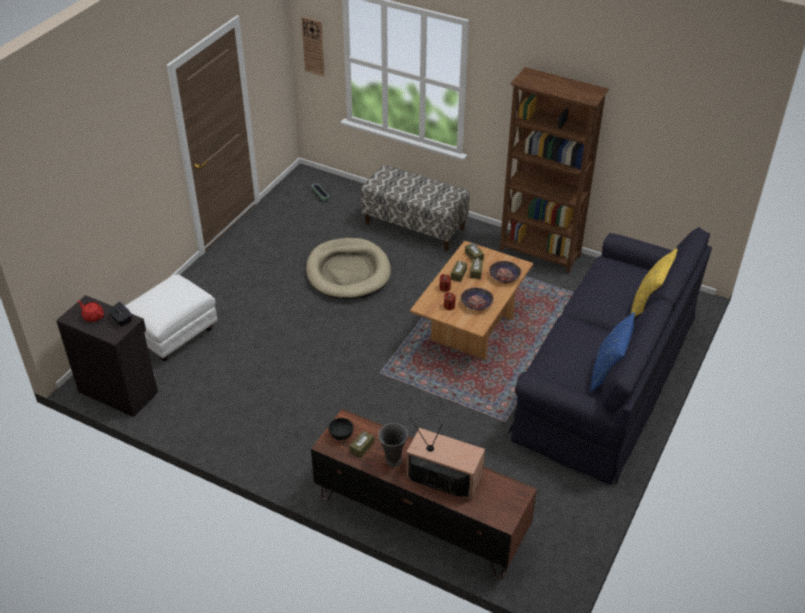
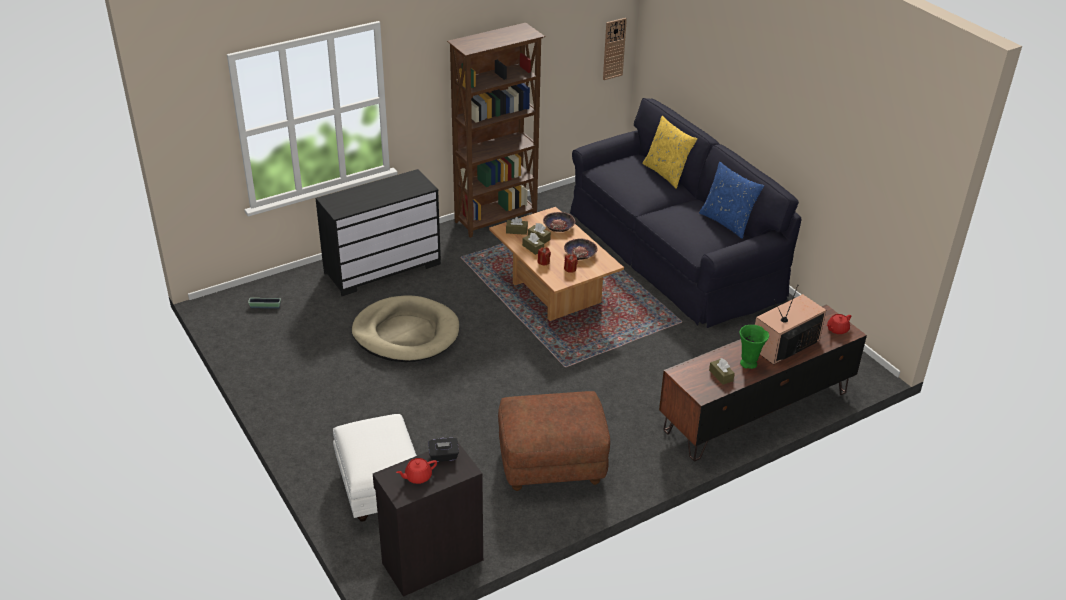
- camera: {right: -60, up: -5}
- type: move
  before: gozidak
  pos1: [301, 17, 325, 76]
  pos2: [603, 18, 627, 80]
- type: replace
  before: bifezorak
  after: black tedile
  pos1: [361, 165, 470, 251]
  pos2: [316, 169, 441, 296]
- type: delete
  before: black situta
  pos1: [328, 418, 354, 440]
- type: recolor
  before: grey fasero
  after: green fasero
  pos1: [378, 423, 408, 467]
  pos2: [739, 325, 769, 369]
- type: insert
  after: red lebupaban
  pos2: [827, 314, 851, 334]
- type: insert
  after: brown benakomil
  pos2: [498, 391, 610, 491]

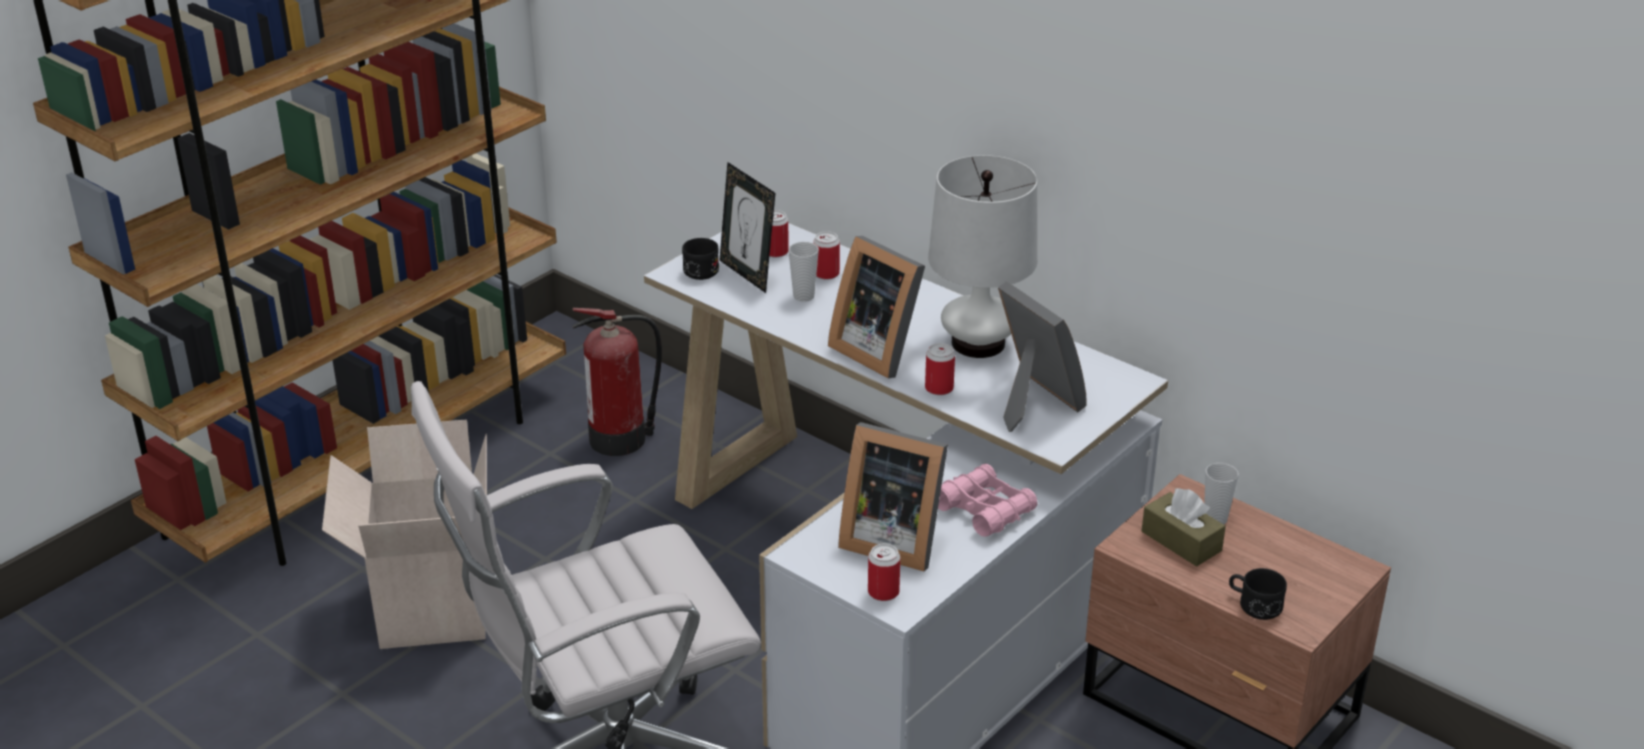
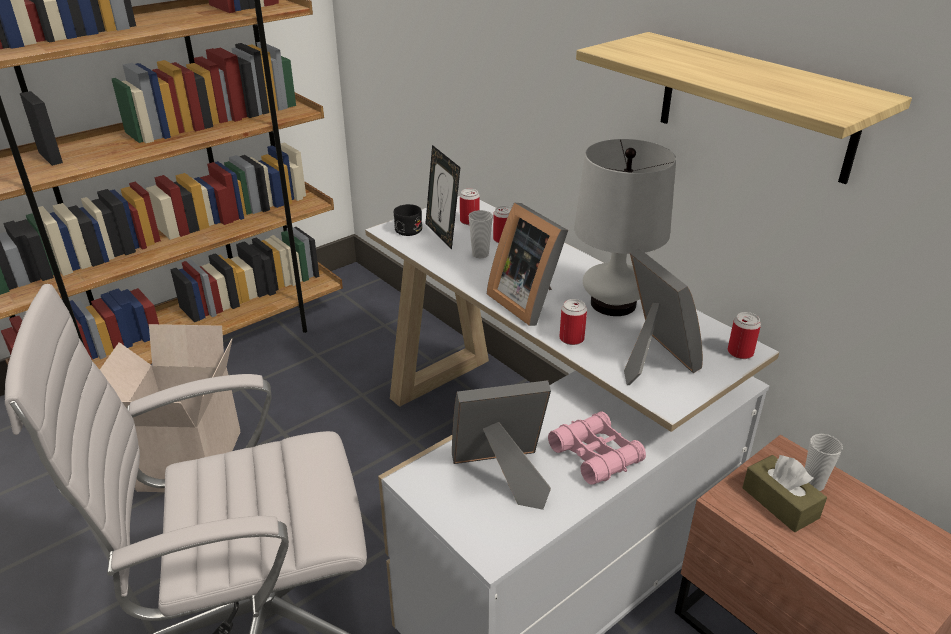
- camera: {right: 10, up: 0}
- type: delete
  before: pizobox
  pos1: [572, 308, 662, 456]
- type: rotate
  before: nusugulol
  pos1: [838, 422, 948, 571]
  pos2: [452, 380, 551, 510]
  turn: 135
- type: move
  before: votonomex
  pos1: [868, 544, 900, 601]
  pos2: [727, 312, 761, 359]
- type: delete
  before: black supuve
  pos1: [1229, 568, 1287, 620]
- type: insert
  after: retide
  pos2: [576, 32, 912, 184]

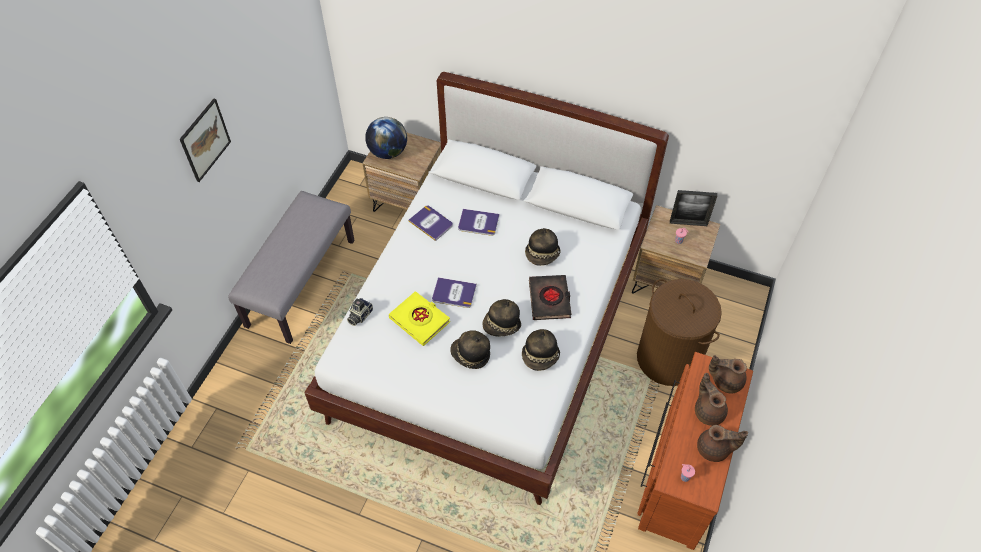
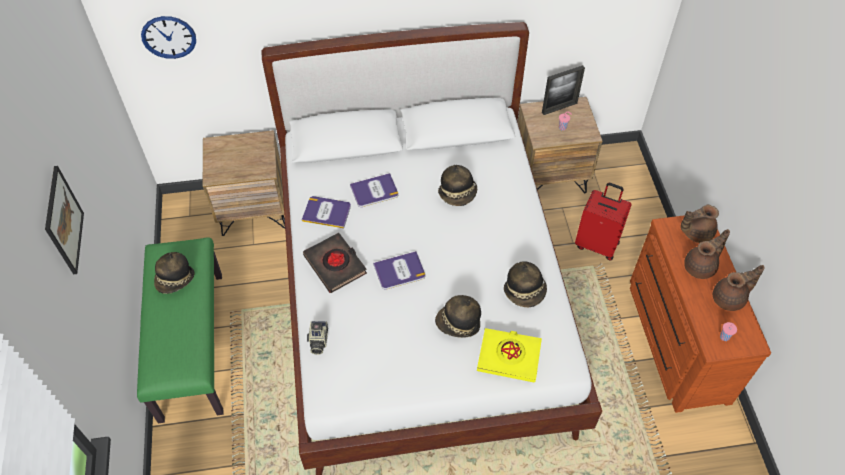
- camera: {right: -30, up: 0}
- type: delete
  before: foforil
  pos1: [365, 117, 407, 159]
- type: recolor
  before: grey bifezorak
  after: green bifezorak
  pos1: [228, 191, 354, 344]
  pos2: [137, 237, 223, 423]
- type: move
  before: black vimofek
  pos1: [529, 275, 572, 320]
  pos2: [303, 233, 367, 293]
- type: replace
  before: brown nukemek
  after: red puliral
  pos1: [637, 279, 722, 386]
  pos2: [575, 183, 631, 261]
- type: move
  before: yellow vimofek
  pos1: [389, 291, 450, 346]
  pos2: [477, 328, 542, 383]
- type: move
  before: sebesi
  pos1: [483, 299, 521, 337]
  pos2: [154, 252, 195, 294]
- type: rotate
  before: brown lebupaban
  pos1: [695, 373, 728, 426]
  pos2: [684, 229, 730, 279]
  turn: 105
- type: insert
  after: gozidak
  pos2: [141, 16, 196, 59]

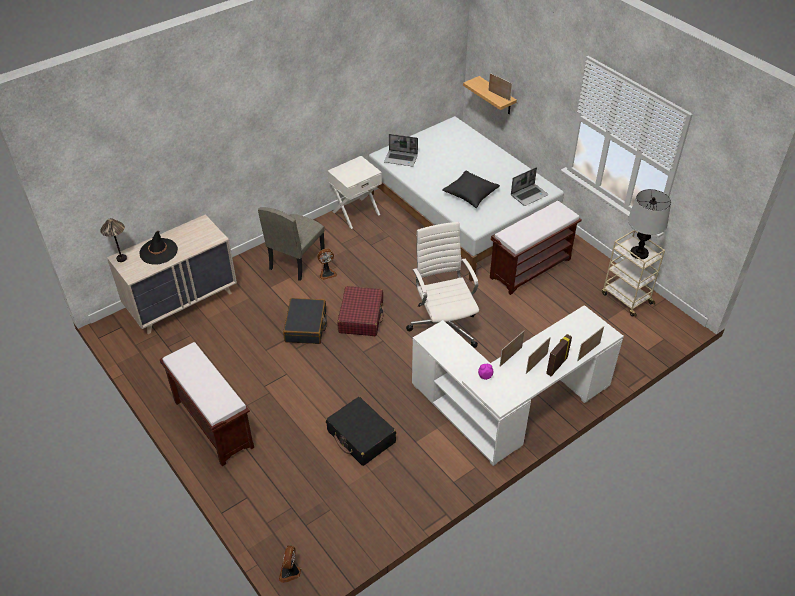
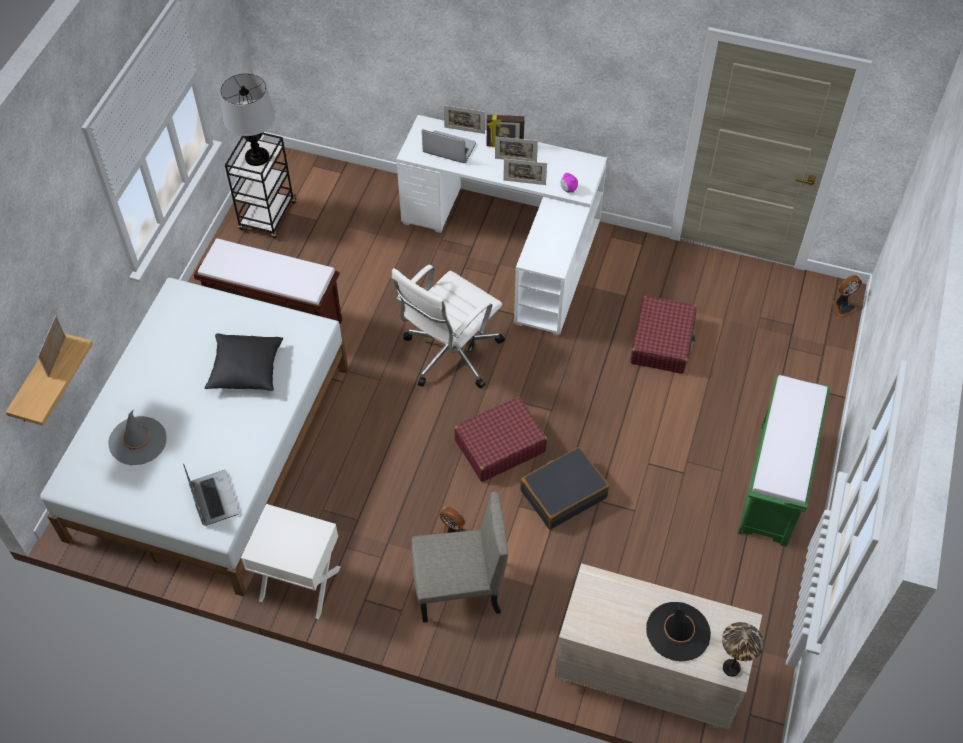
- camera: {right: -125, up: 10}
- type: move
  before: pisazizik
  pos1: [511, 167, 548, 206]
  pos2: [422, 129, 476, 163]
- type: recolor
  before: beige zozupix
  after: black zozupix
  pos1: [602, 230, 665, 317]
  pos2: [225, 132, 297, 239]
- type: recolor
  before: brown bifezorak
  after: green bifezorak
  pos1: [160, 342, 254, 466]
  pos2: [738, 375, 830, 547]
- type: recolor
  before: black puliral
  after: red puliral
  pos1: [326, 397, 396, 466]
  pos2: [630, 296, 697, 374]
- type: insert
  after: grey sebesi
  pos2: [108, 409, 167, 465]

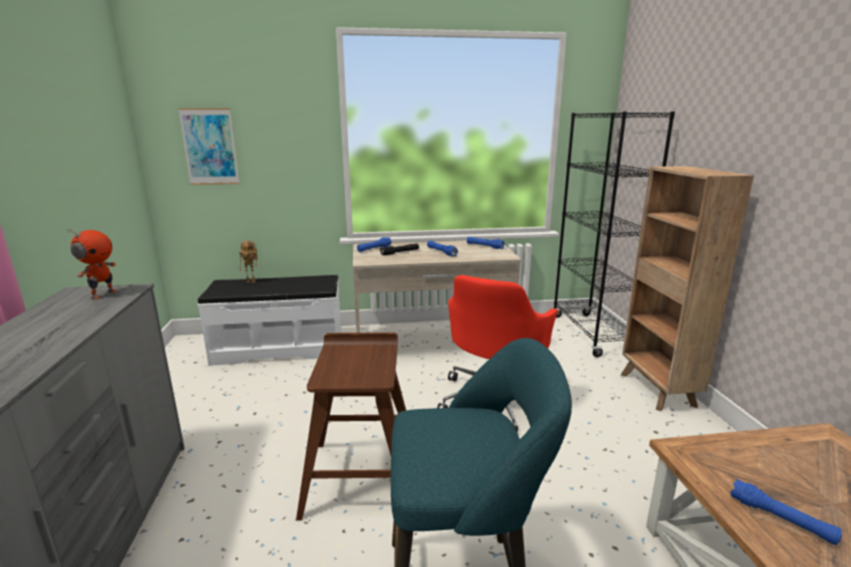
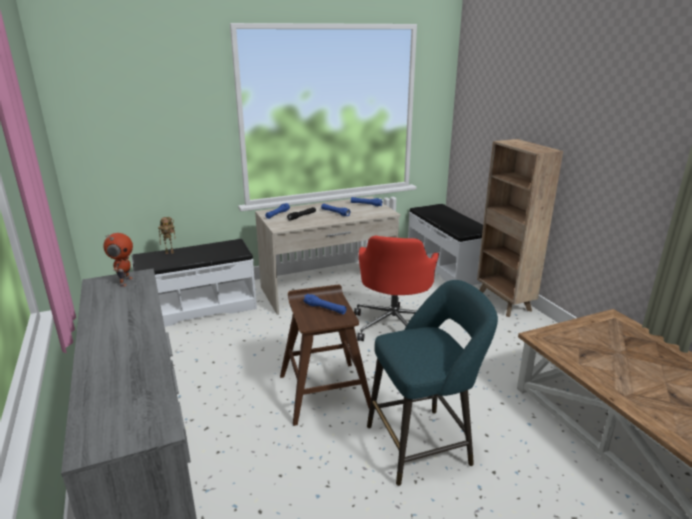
- camera: {right: -15, up: 5}
- type: delete
  before: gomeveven
  pos1: [178, 108, 240, 185]
- type: replace
  before: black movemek
  after: white bifezorak
  pos1: [553, 111, 675, 357]
  pos2: [408, 204, 483, 285]
- type: move
  before: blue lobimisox
  pos1: [730, 479, 842, 546]
  pos2: [303, 294, 347, 314]

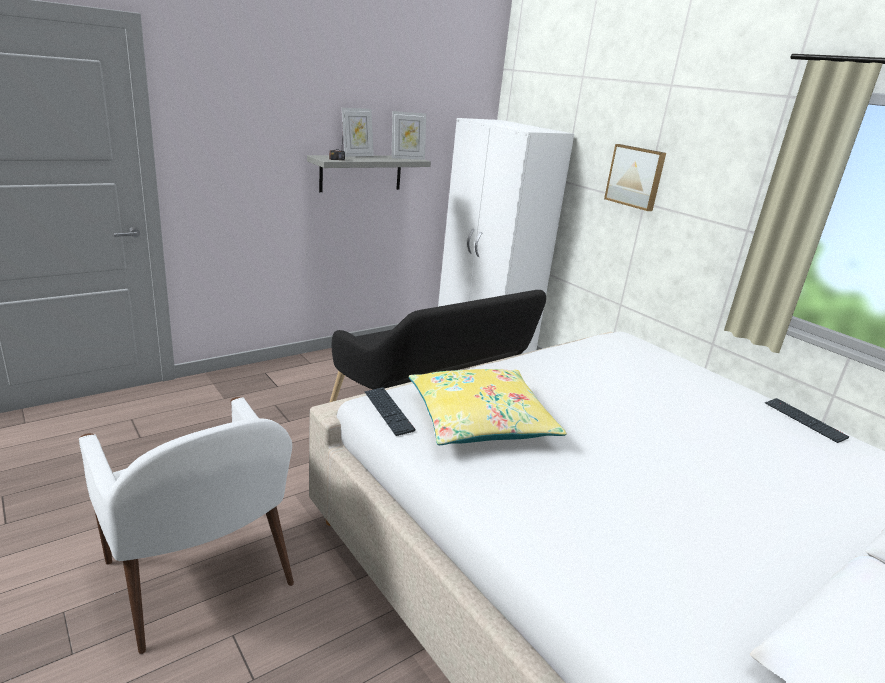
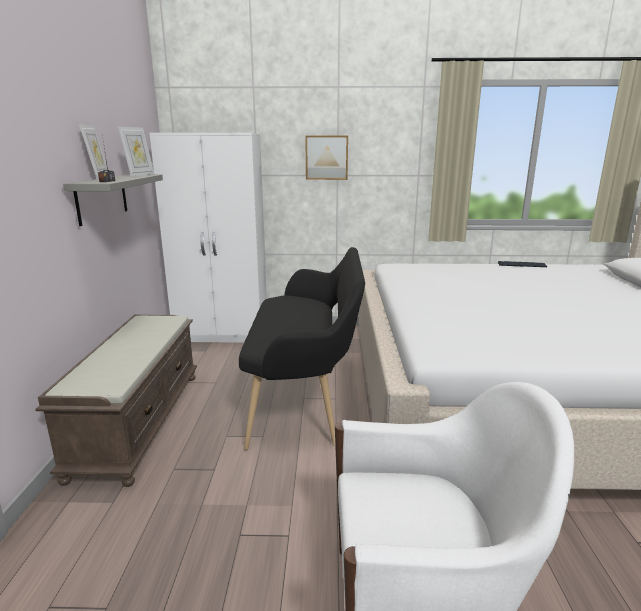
- camera: {right: -50, up: -5}
- type: delete
  before: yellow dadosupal
  pos1: [409, 369, 567, 445]
- type: delete
  before: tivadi
  pos1: [364, 387, 415, 436]
- type: insert
  after: brown bifezorak
  pos2: [35, 314, 197, 487]

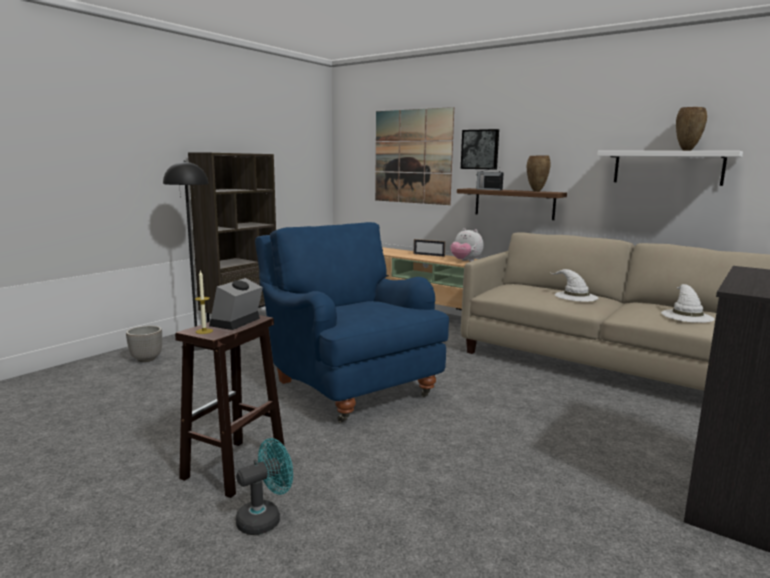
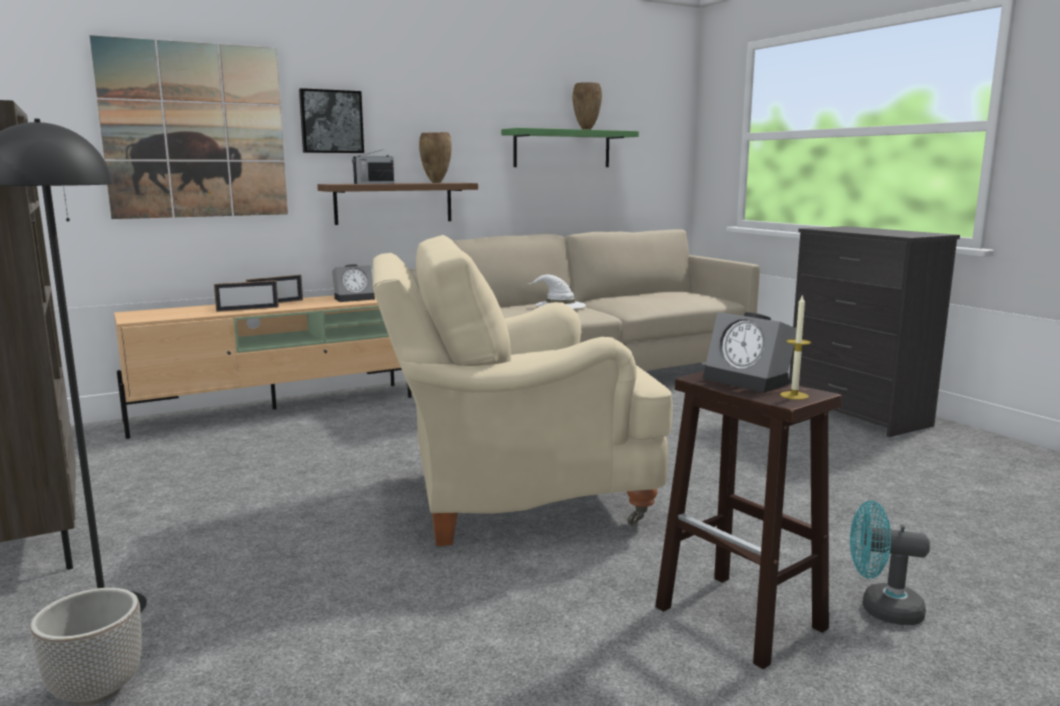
- camera: {right: -65, up: 0}
- type: recolor
  before: white retide
  after: green retide
  pos1: [597, 151, 743, 186]
  pos2: [501, 128, 639, 167]
- type: recolor
  before: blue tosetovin
  after: beige tosetovin
  pos1: [255, 222, 449, 423]
  pos2: [373, 235, 673, 546]
- type: replace
  before: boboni
  after: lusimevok
  pos1: [450, 228, 484, 262]
  pos2: [332, 264, 375, 302]
- type: delete
  before: white sebesi
  pos1: [661, 284, 715, 323]
- type: rotate
  before: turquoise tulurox
  pos1: [236, 438, 293, 535]
  pos2: [850, 501, 930, 625]
  turn: -60
- type: insert
  after: nusugulol
  pos2: [214, 280, 279, 312]

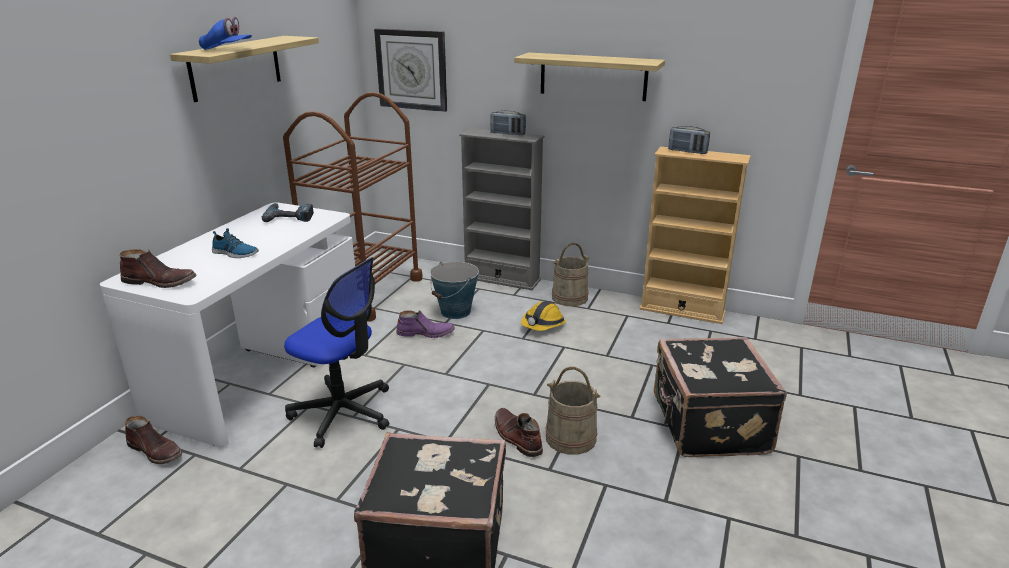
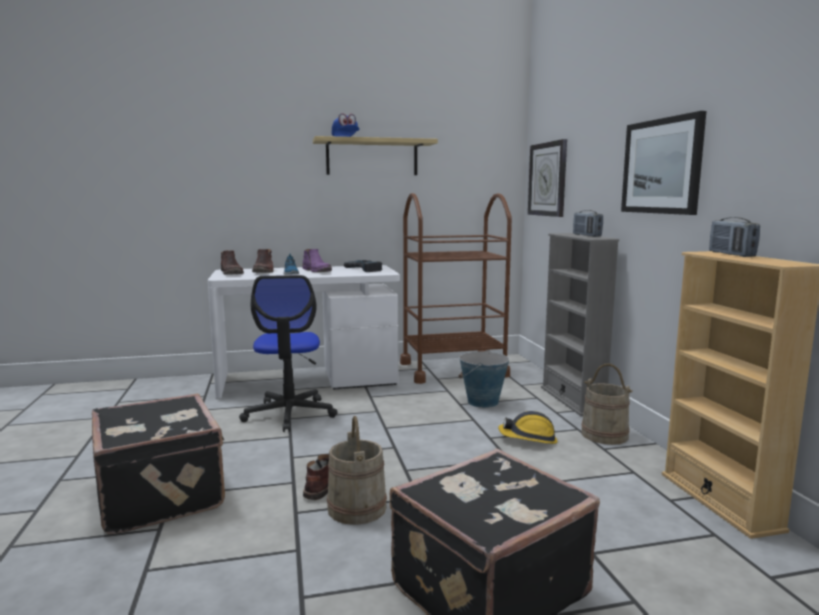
- camera: {right: 55, up: -15}
- type: replace
  before: retide
  after: gomeveven
  pos1: [514, 52, 665, 101]
  pos2: [621, 111, 706, 215]
- type: move
  before: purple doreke
  pos1: [396, 310, 455, 338]
  pos2: [302, 249, 332, 272]
- type: move
  before: brown doreke
  pos1: [125, 416, 182, 464]
  pos2: [252, 249, 274, 273]

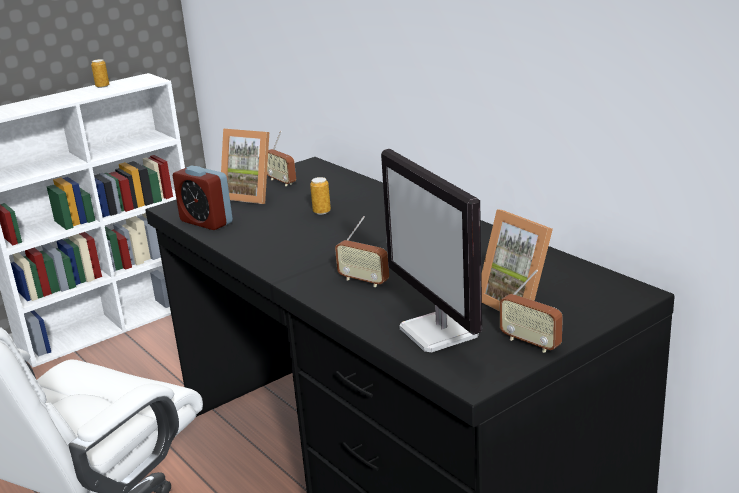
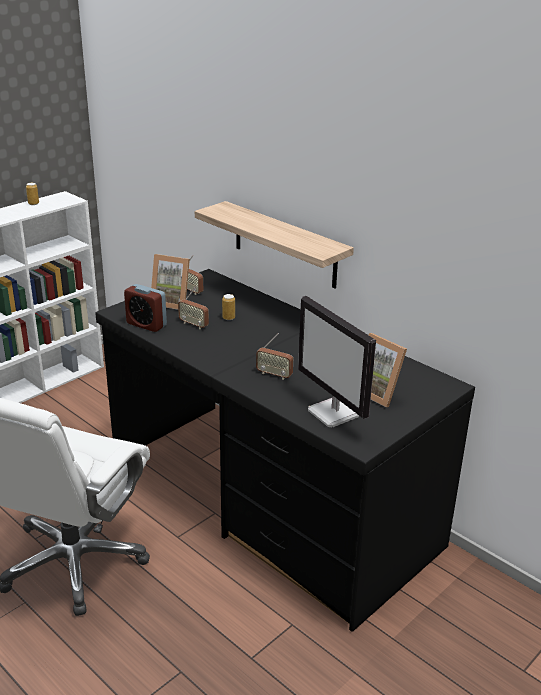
- camera: {right: -10, up: 5}
- type: move
  before: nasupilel
  pos1: [500, 270, 563, 353]
  pos2: [178, 287, 209, 329]
- type: insert
  after: retide
  pos2: [195, 201, 354, 288]

